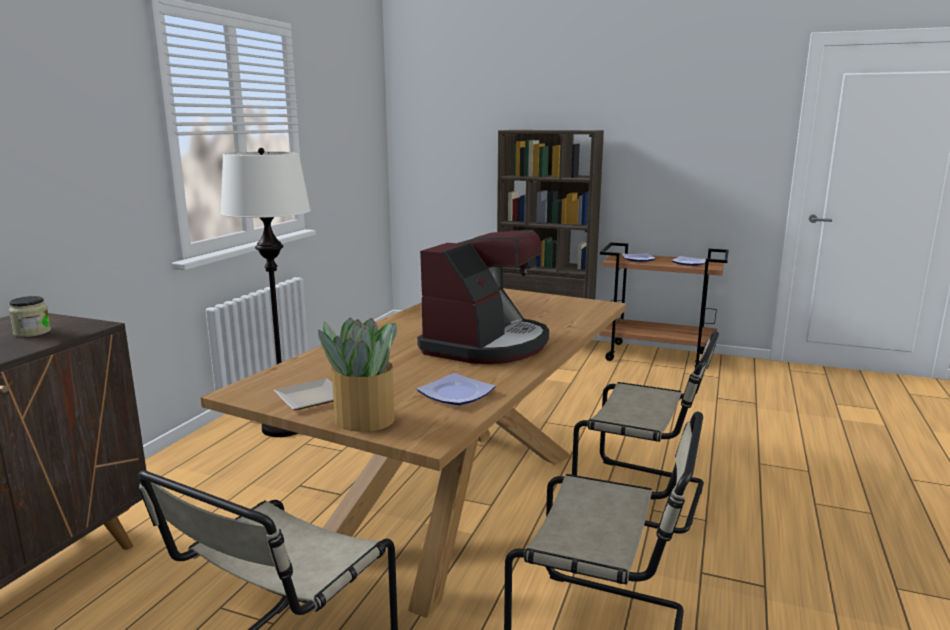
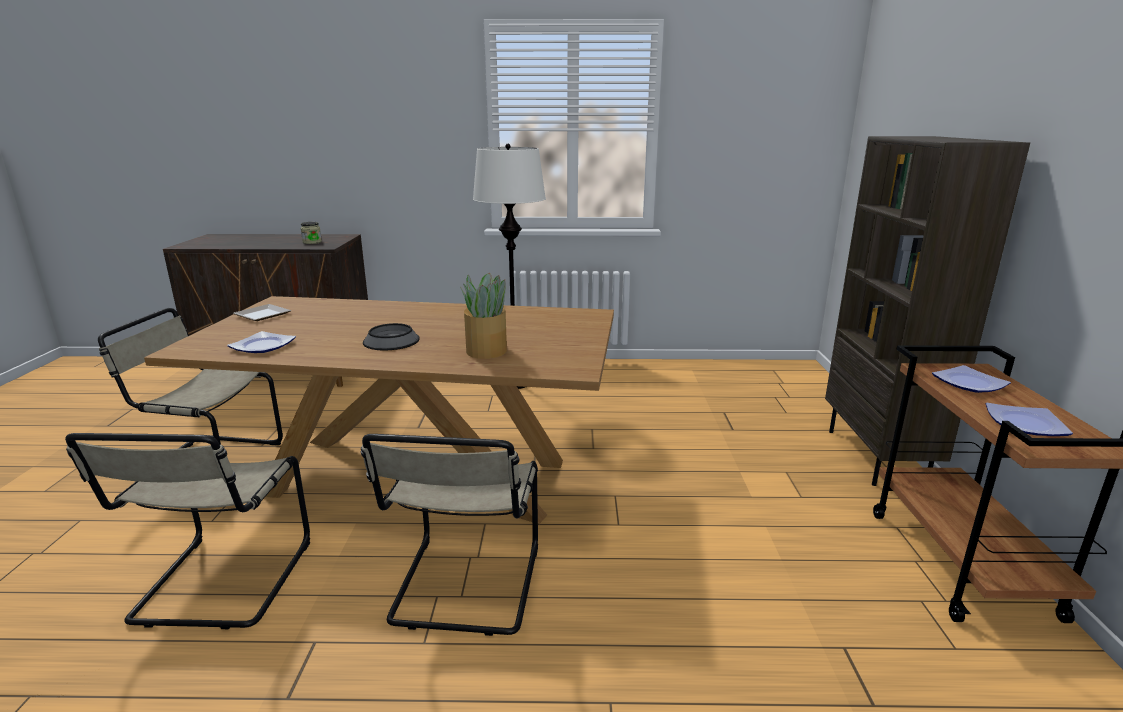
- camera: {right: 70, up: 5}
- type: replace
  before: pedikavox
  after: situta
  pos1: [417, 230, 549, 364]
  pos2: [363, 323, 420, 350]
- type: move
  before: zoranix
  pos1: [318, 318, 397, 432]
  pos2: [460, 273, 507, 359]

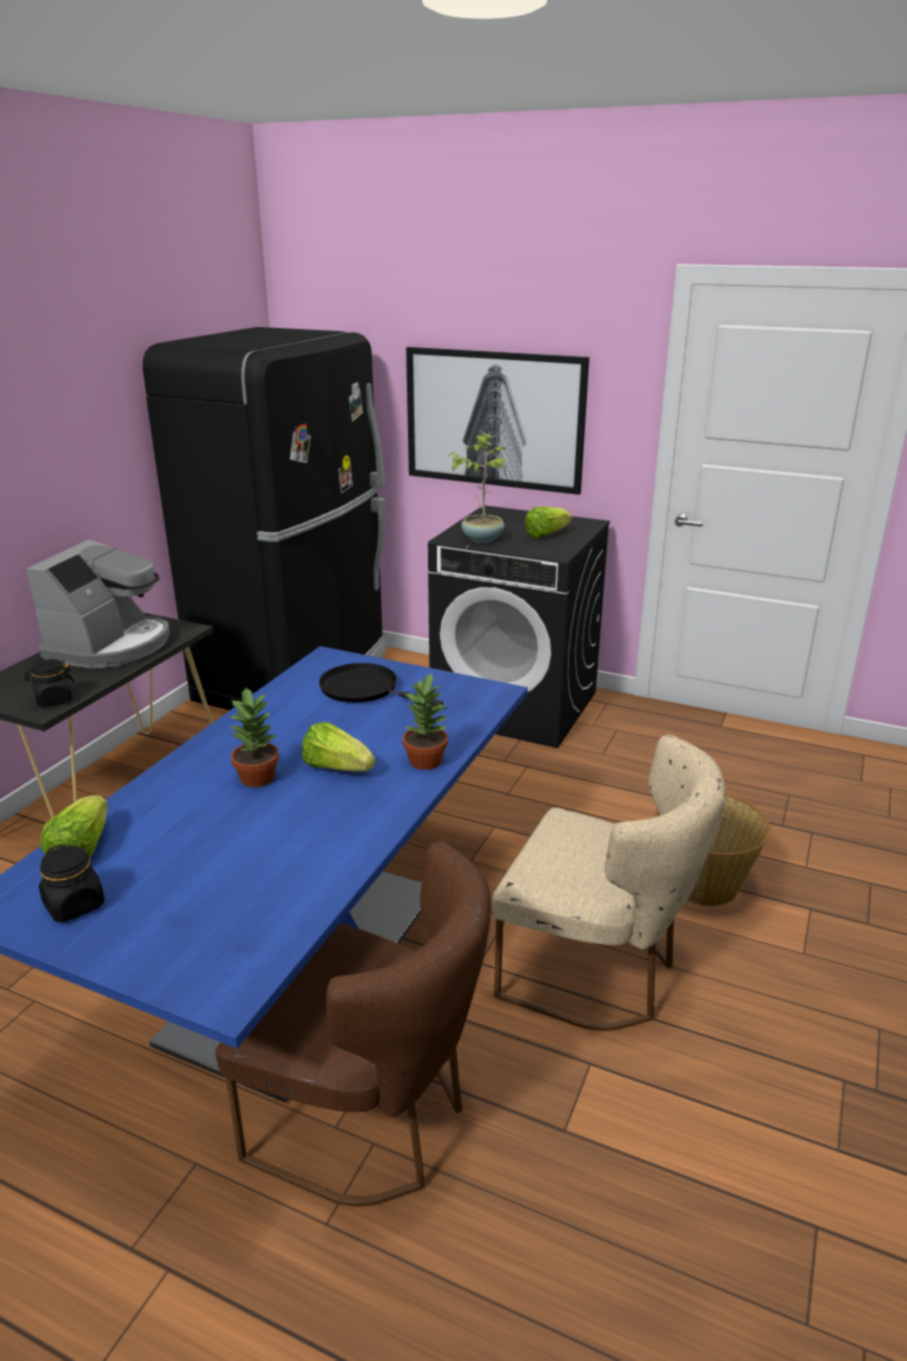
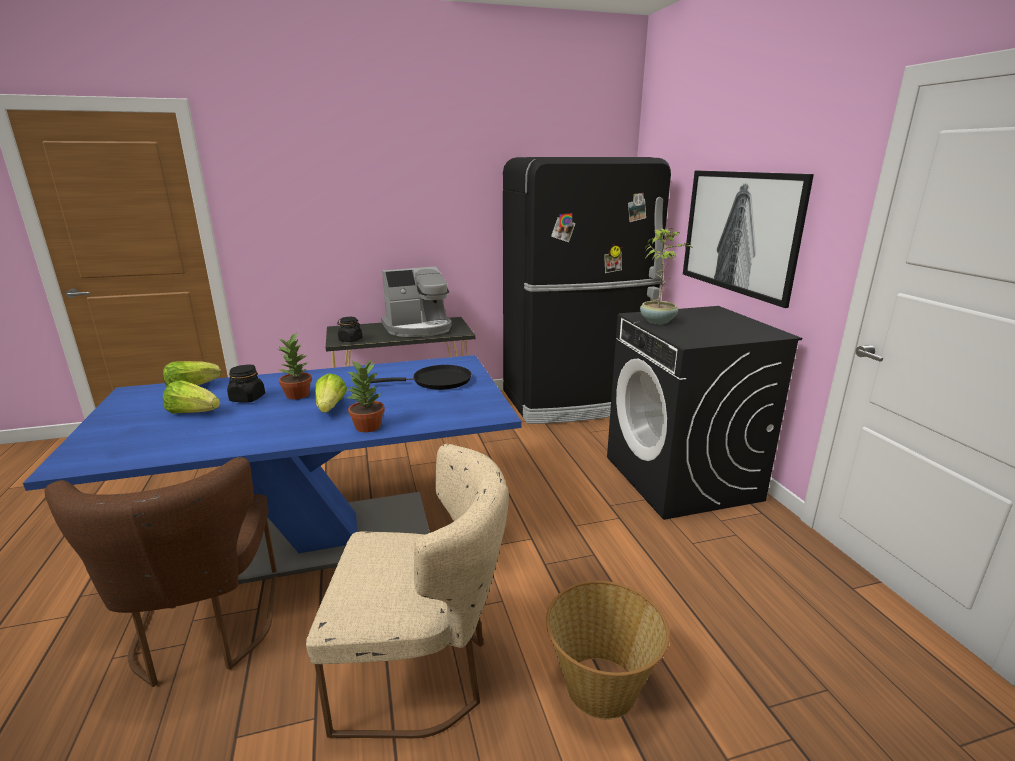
- camera: {right: 50, up: -5}
- type: move
  before: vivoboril
  pos1: [525, 507, 572, 538]
  pos2: [163, 380, 220, 413]
- type: rotate
  before: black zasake
  pos1: [319, 663, 443, 705]
  pos2: [370, 365, 471, 390]
  turn: 90
- type: rotate
  before: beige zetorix
  pos1: [492, 734, 725, 1031]
  pos2: [306, 444, 509, 738]
  turn: -75
- type: move
  before: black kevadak
  pos1: [39, 844, 105, 922]
  pos2: [227, 364, 265, 403]

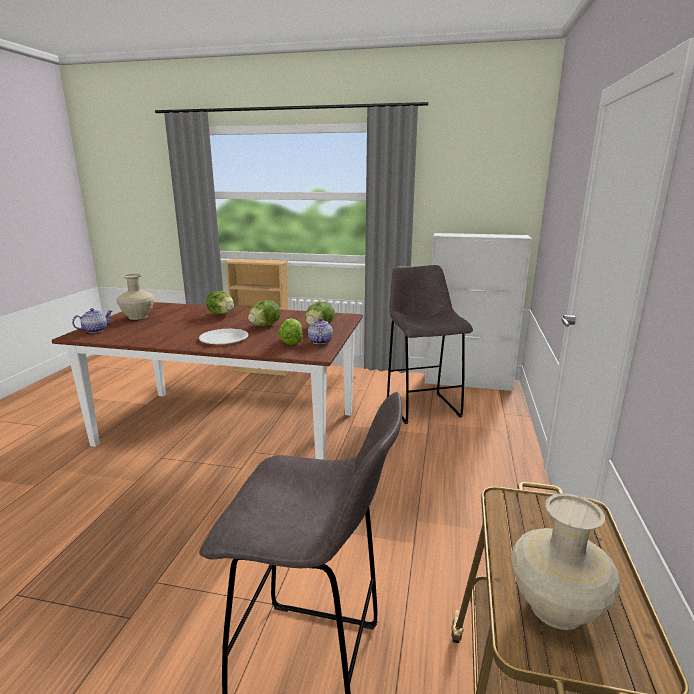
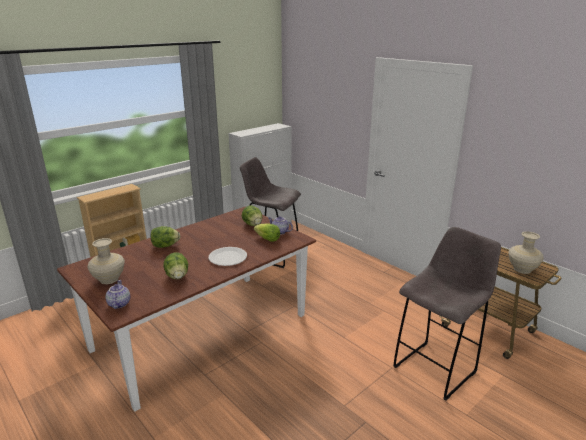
- camera: {right: -55, up: 5}
- type: move
  before: vivoboril
  pos1: [248, 300, 280, 326]
  pos2: [163, 252, 188, 279]

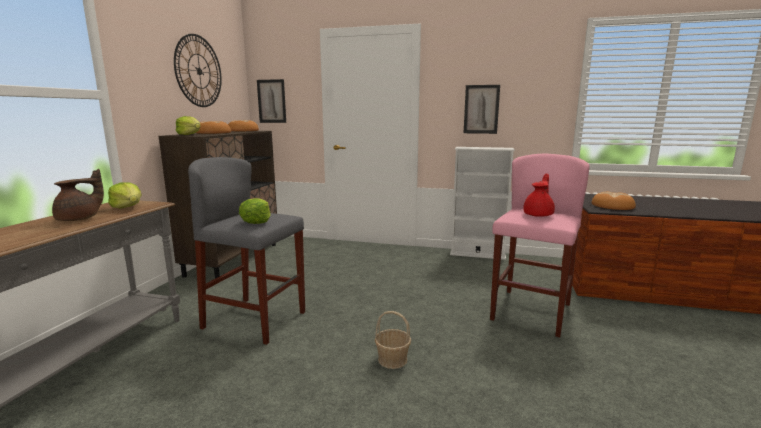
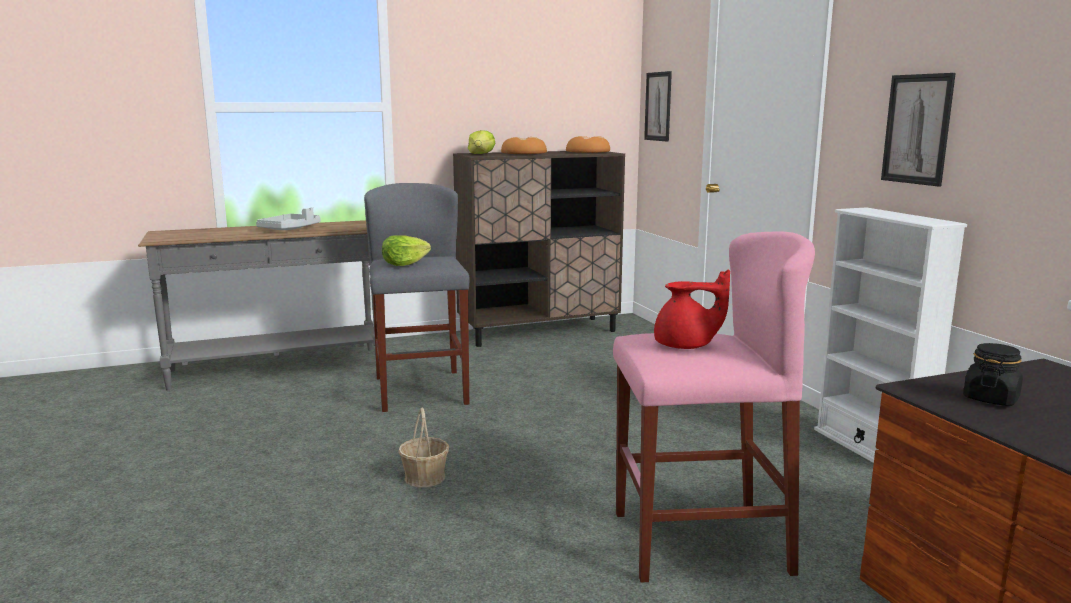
- camera: {right: 55, up: 0}
- type: delete
  before: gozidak
  pos1: [174, 34, 222, 107]
- type: replace
  before: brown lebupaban
  after: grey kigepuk
  pos1: [52, 169, 104, 221]
  pos2: [256, 207, 321, 230]
- type: delete
  before: vivoboril
  pos1: [108, 182, 142, 209]
- type: replace
  before: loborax
  after: black kevadak
  pos1: [592, 192, 636, 210]
  pos2: [963, 343, 1023, 406]

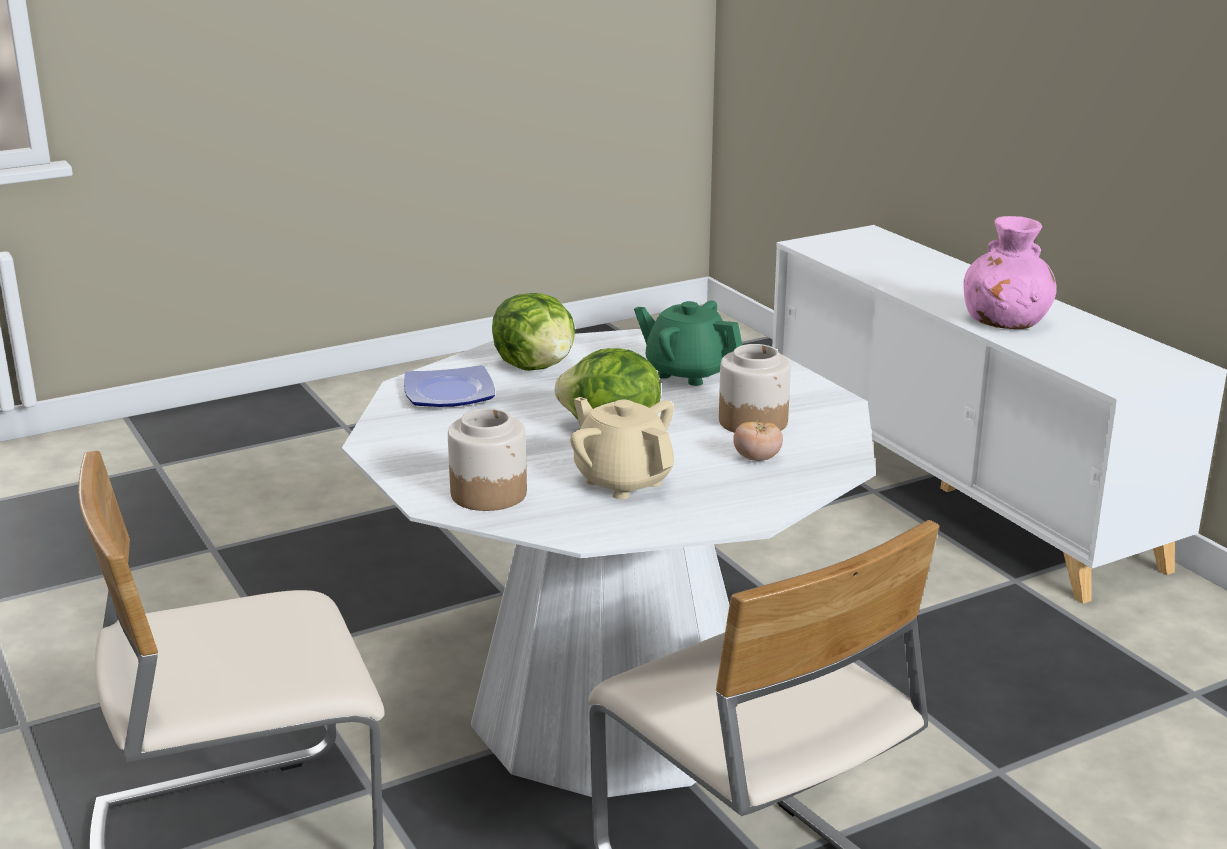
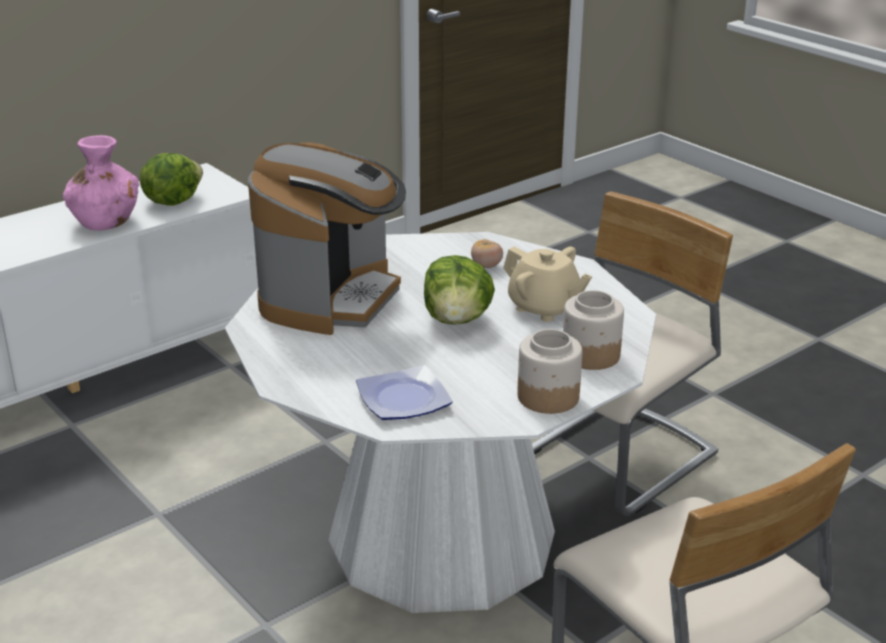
- camera: {right: -100, up: 5}
- type: move
  before: vivoboril
  pos1: [492, 293, 575, 371]
  pos2: [140, 153, 203, 206]
- type: replace
  before: green lebupaban
  after: pedikavox
  pos1: [634, 300, 742, 386]
  pos2: [248, 142, 406, 335]
- type: move
  before: kevadak
  pos1: [719, 344, 791, 433]
  pos2: [517, 329, 582, 414]
- type: rotate
  before: beige lebupaban
  pos1: [570, 397, 674, 499]
  pos2: [503, 246, 592, 322]
  turn: -90

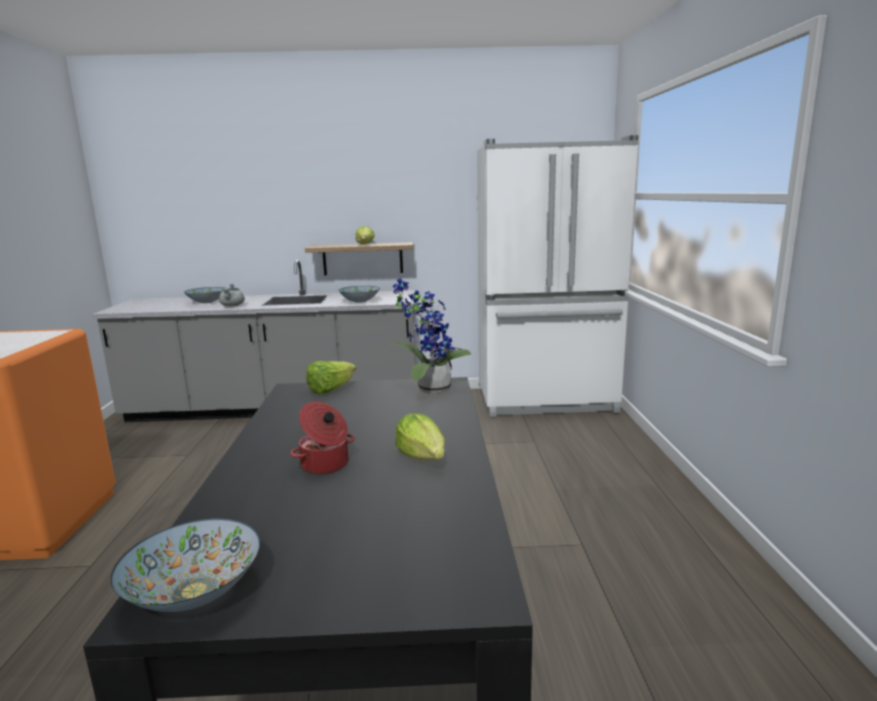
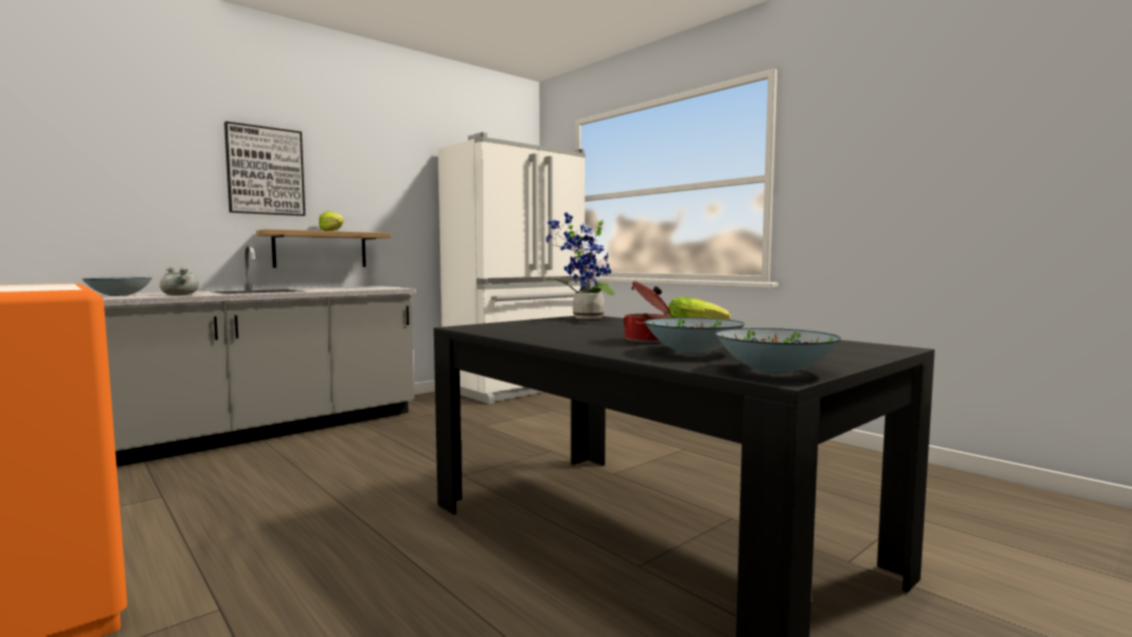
- camera: {right: -40, up: -10}
- type: move
  before: situta
  pos1: [338, 286, 380, 303]
  pos2: [644, 317, 745, 354]
- type: delete
  before: vivoboril
  pos1: [306, 361, 356, 394]
- type: insert
  after: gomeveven
  pos2: [224, 121, 305, 216]

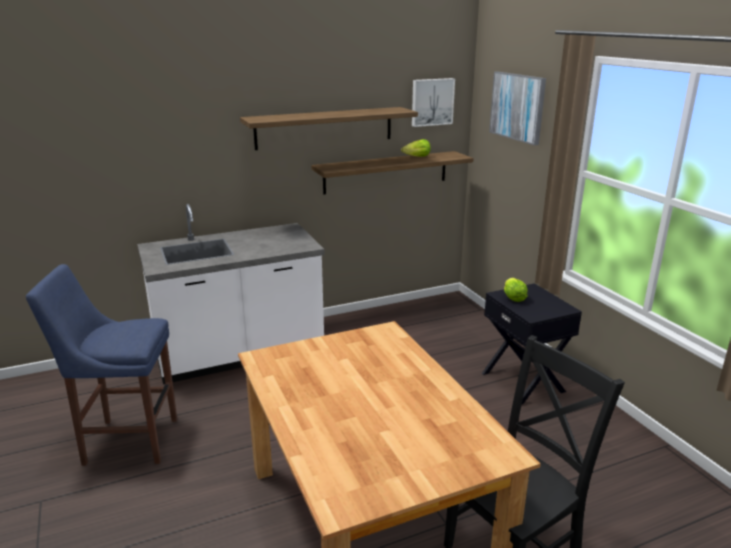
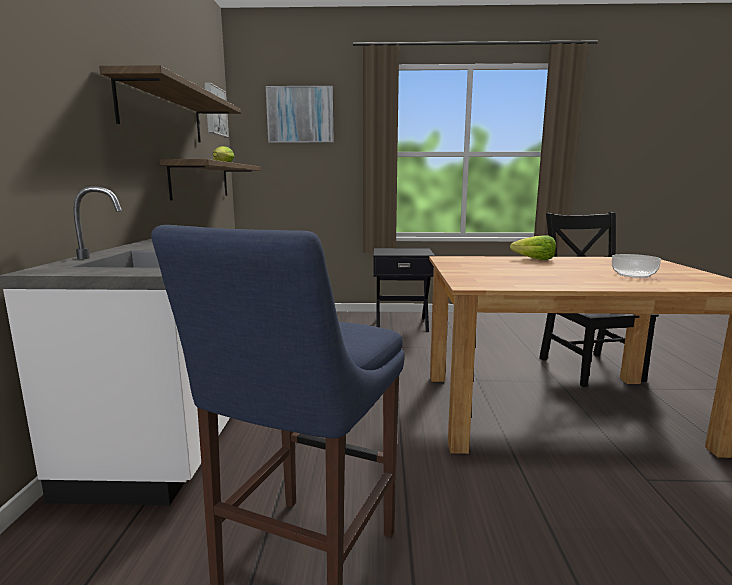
- camera: {right: -65, up: -10}
- type: move
  before: vivoboril
  pos1: [504, 278, 528, 302]
  pos2: [510, 236, 556, 260]
- type: insert
  after: situta
  pos2: [612, 254, 661, 278]

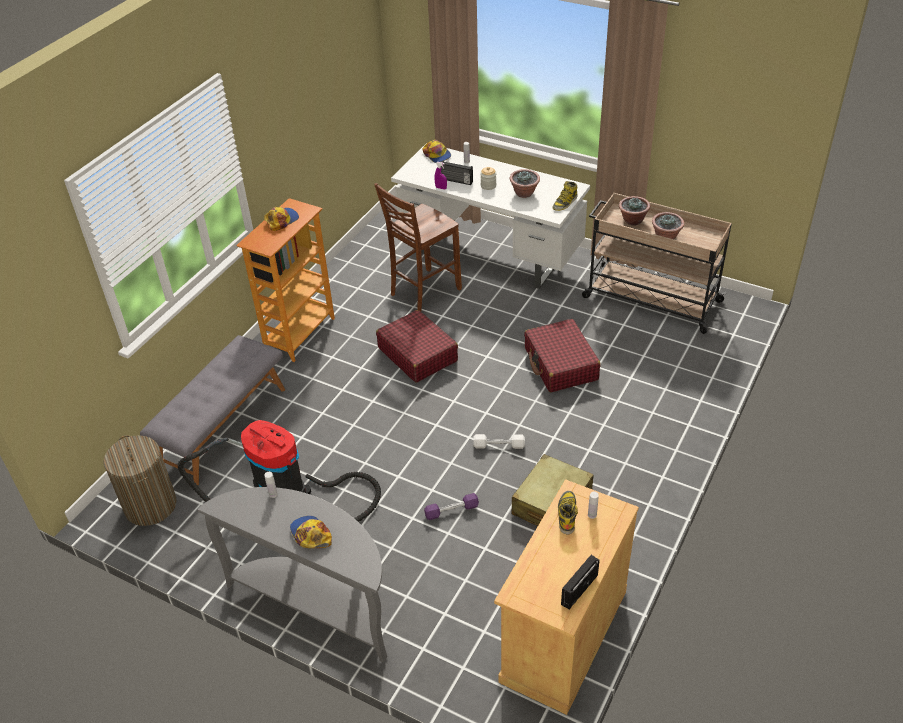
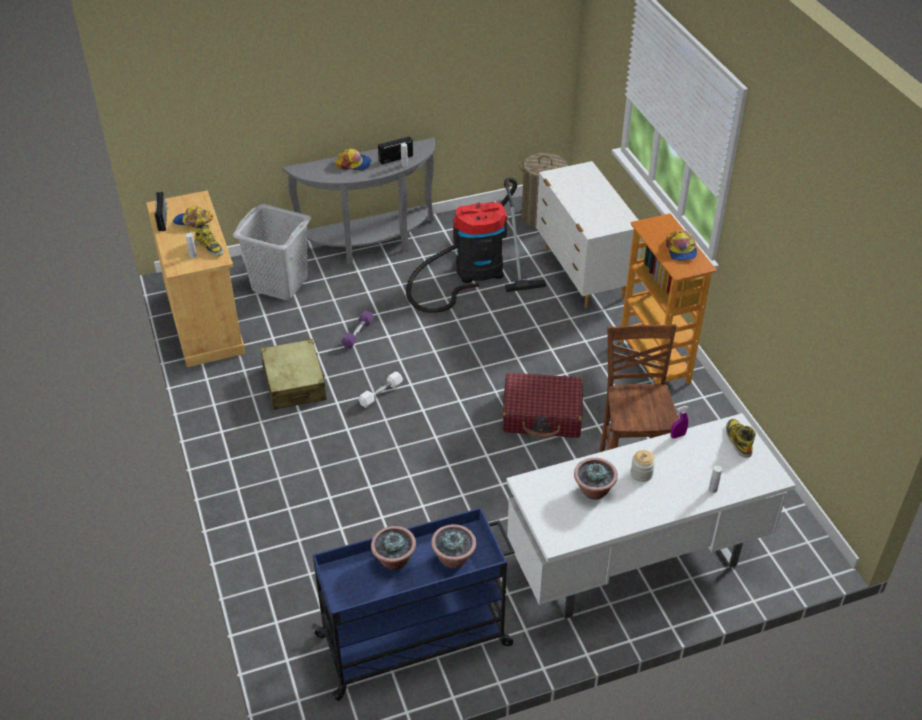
- camera: {right: 130, up: 0}
- type: move
  before: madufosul
  pos1: [422, 140, 451, 163]
  pos2: [173, 206, 213, 227]
- type: move
  before: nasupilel
  pos1: [441, 161, 473, 185]
  pos2: [378, 136, 413, 164]
- type: move
  before: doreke
  pos1: [552, 181, 577, 211]
  pos2: [726, 419, 756, 458]
- type: recolor
  before: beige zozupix
  after: blue zozupix
  pos1: [582, 193, 732, 334]
  pos2: [311, 508, 515, 701]
- type: delete
  before: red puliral
  pos1: [524, 319, 601, 392]
- type: replace
  before: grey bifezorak
  after: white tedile
  pos1: [140, 335, 285, 485]
  pos2: [536, 161, 642, 308]
- type: insert
  after: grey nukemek
  pos2: [233, 204, 311, 300]

